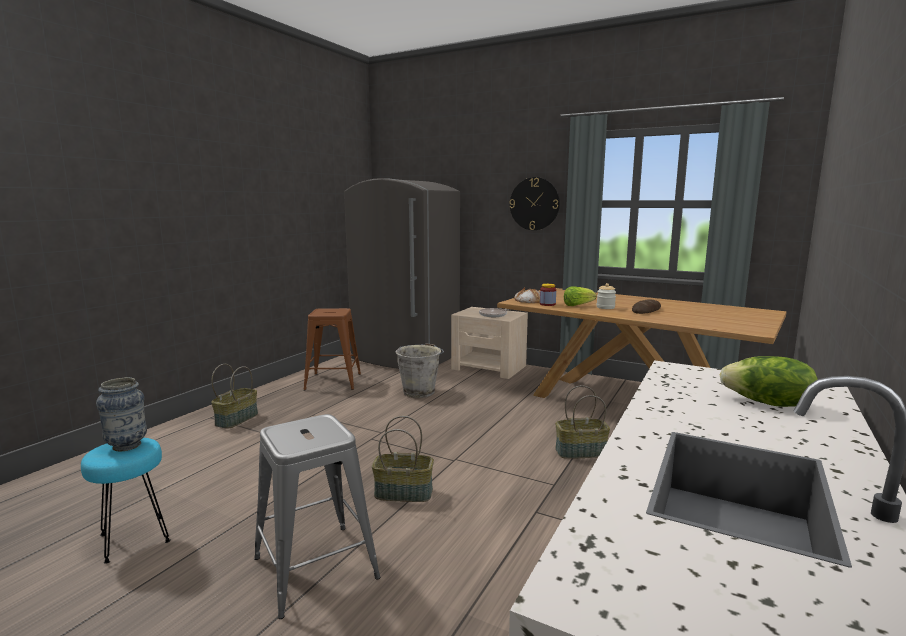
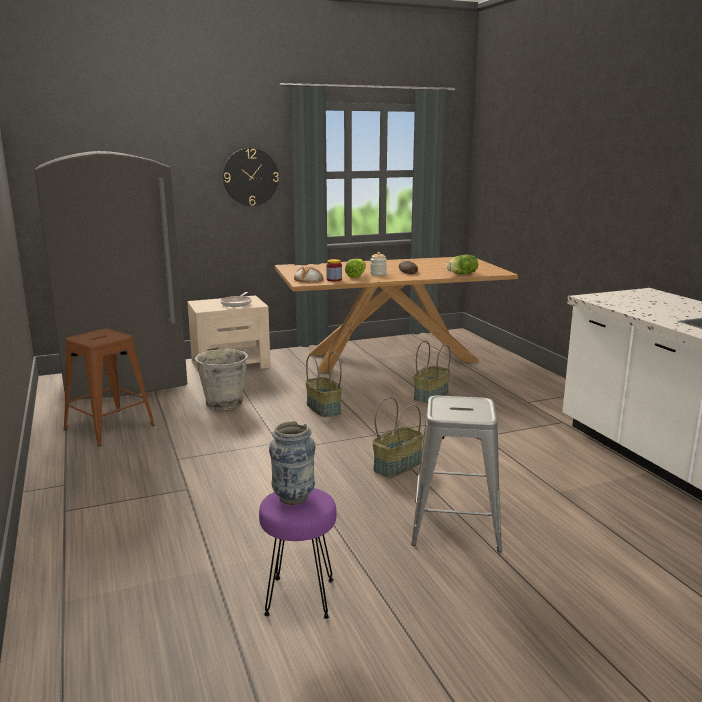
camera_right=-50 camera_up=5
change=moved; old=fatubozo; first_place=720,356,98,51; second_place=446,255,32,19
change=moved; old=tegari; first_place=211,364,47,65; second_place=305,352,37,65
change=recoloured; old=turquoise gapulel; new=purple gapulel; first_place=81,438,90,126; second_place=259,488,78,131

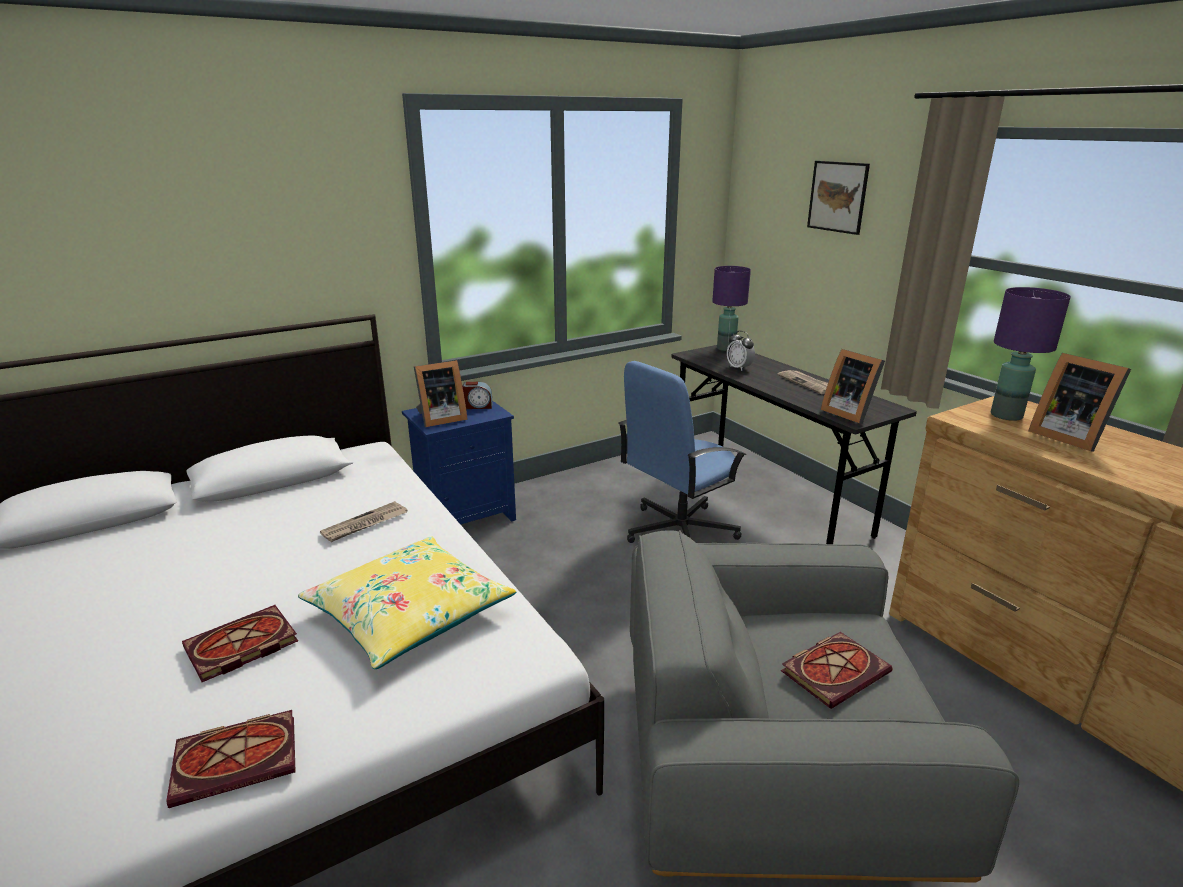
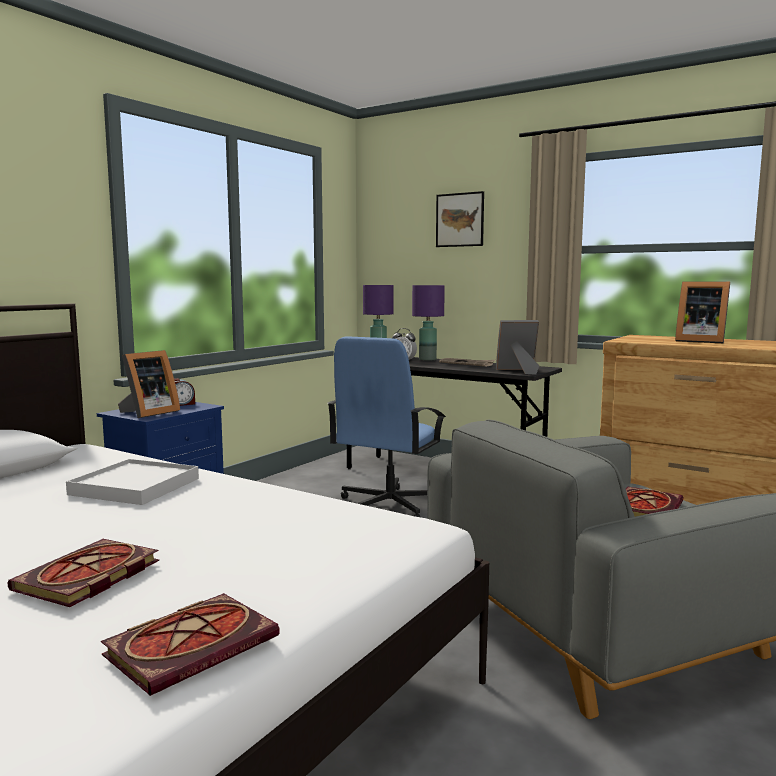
camera_right=-25 camera_up=-15
change=moved; old=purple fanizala; first_place=991,287,80,134; second_place=412,285,33,76
change=turned; old=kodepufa; first_place=821,349,64,75; second_place=496,320,43,55; degrees=150
change=replaced; old=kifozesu; new=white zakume; first_place=320,501,88,41; second_place=66,459,133,46
change=removed; old=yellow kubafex; first_place=298,536,218,133

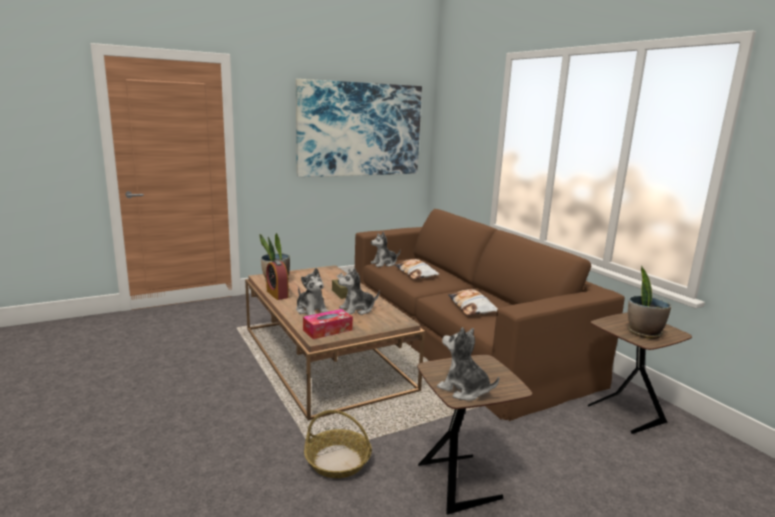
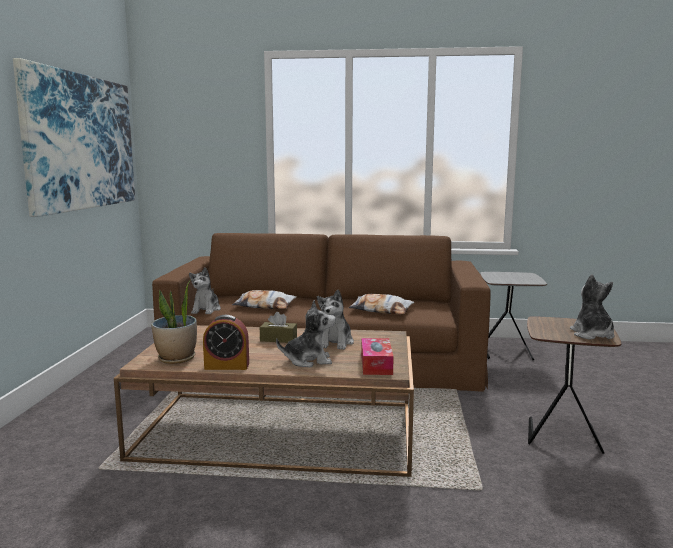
camera_right=-55 camera_up=-5
change=removed; old=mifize; first_place=628,265,43,74
change=recoloured; old=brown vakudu; new=grey vakudu; first_place=588,312,104,122; second_place=480,272,67,88
change=turned; old=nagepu; first_place=437,327,62,74; second_place=570,274,45,66; degrees=105
change=removed; old=tegari; first_place=304,410,68,68

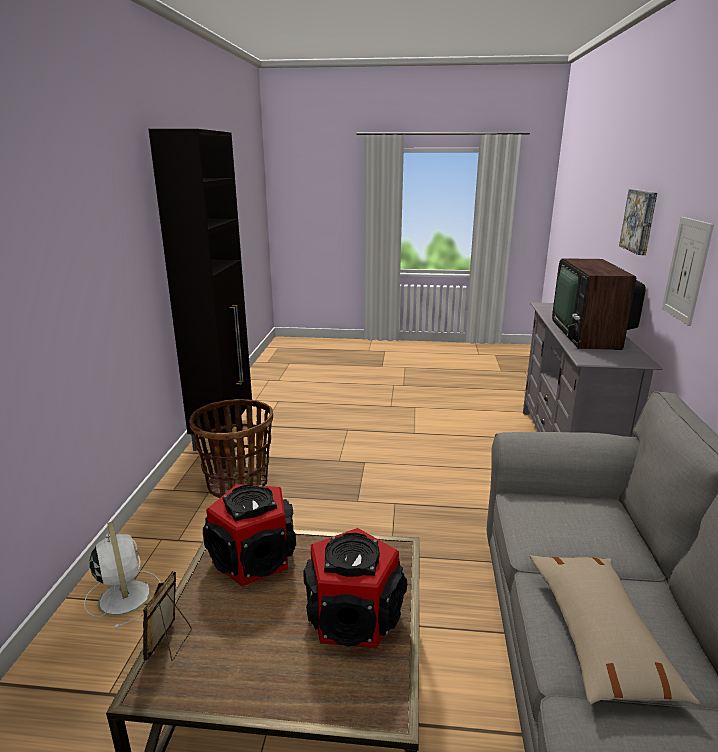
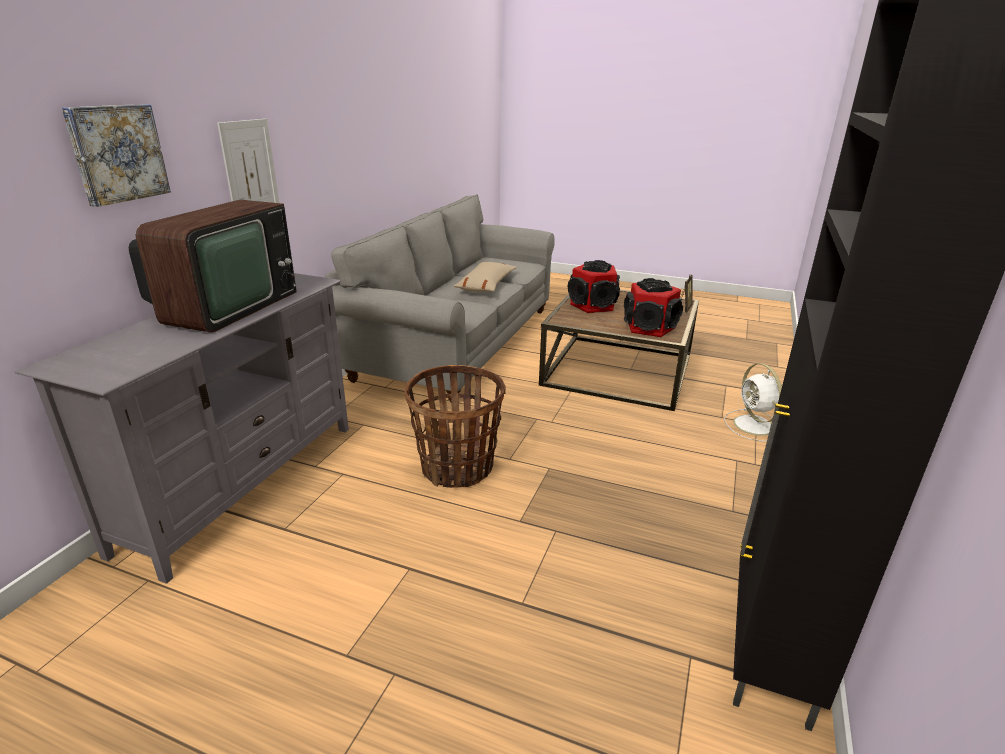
camera_right=-165 camera_up=5
change=moved; old=tegari; first_place=189,399,84,99; second_place=404,365,102,123

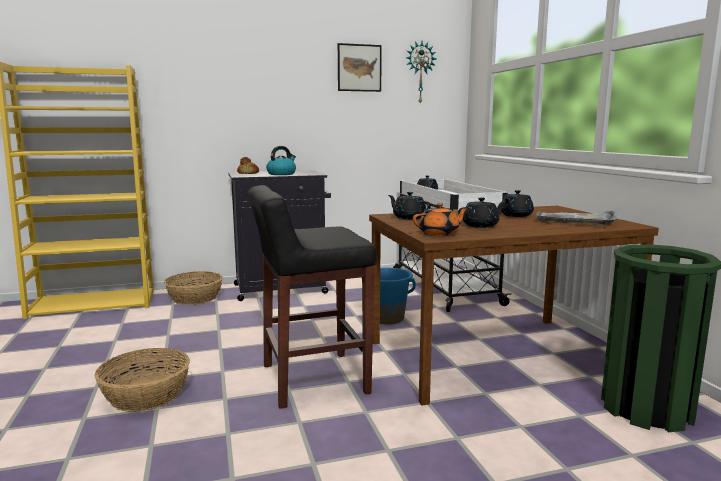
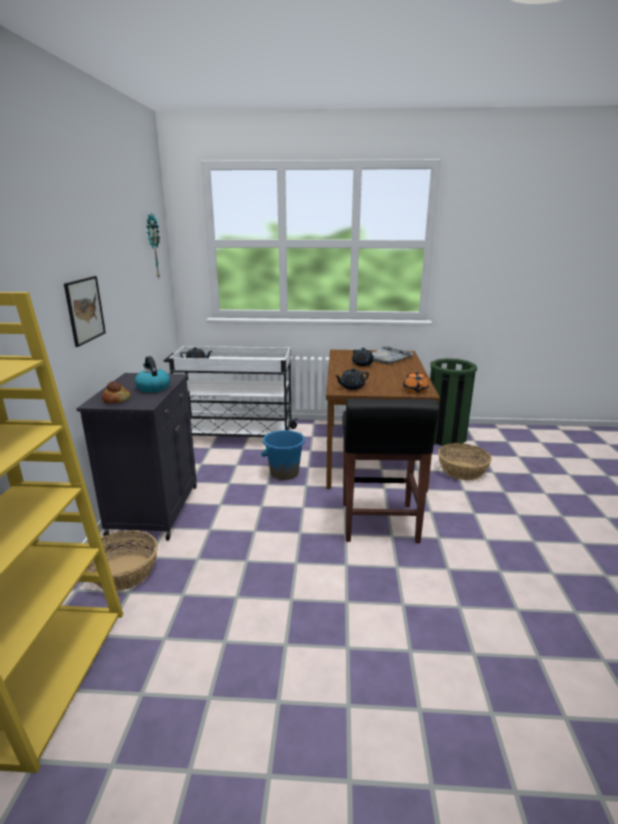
camera_right=-70 camera_up=10
change=moved; old=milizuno; first_place=338,43,44,49; second_place=64,276,42,71
change=removed; old=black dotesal; first_place=458,197,47,31
change=moved; old=tegari; first_place=94,348,96,64; second_place=438,443,54,37

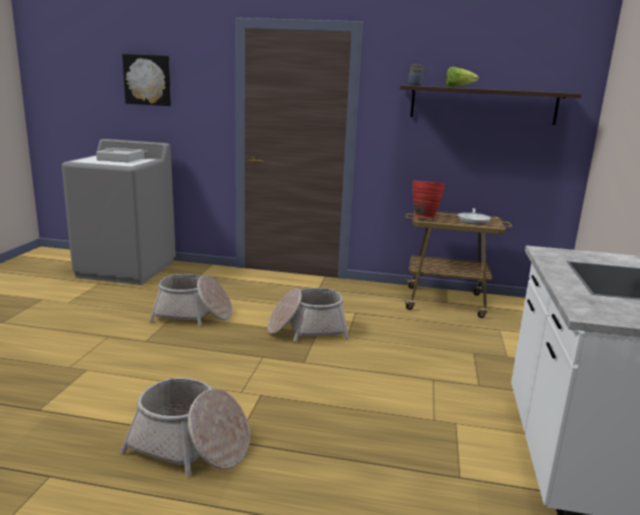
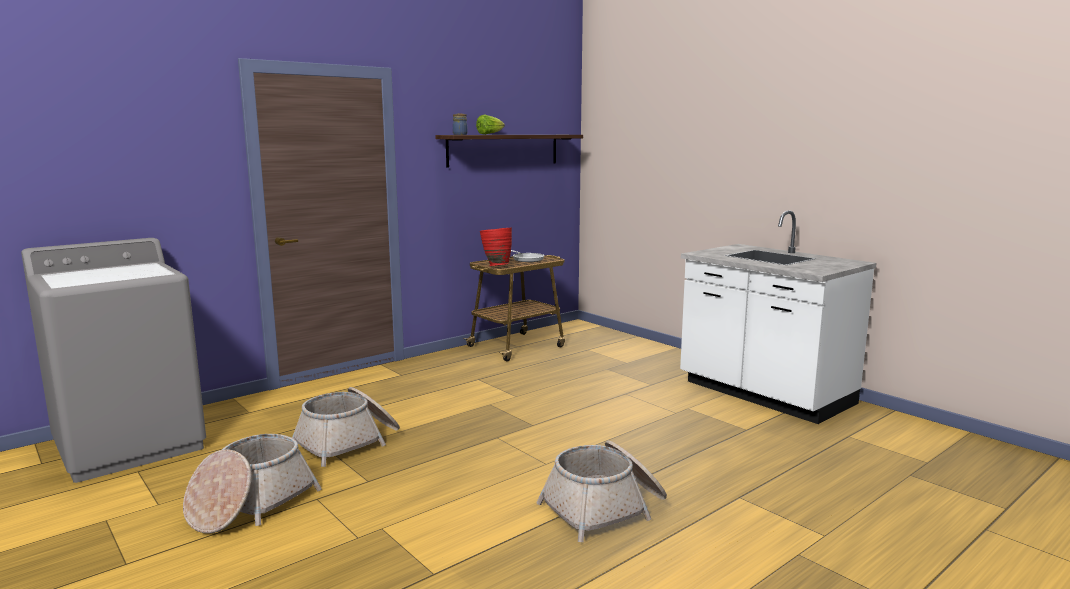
camera_right=-50 camera_up=-5
change=removed; old=milizuno; first_place=122,54,49,52
change=removed; old=grey zakume; first_place=96,148,48,14
change=moved; old=tegari; first_place=268,288,81,54; second_place=183,434,139,99

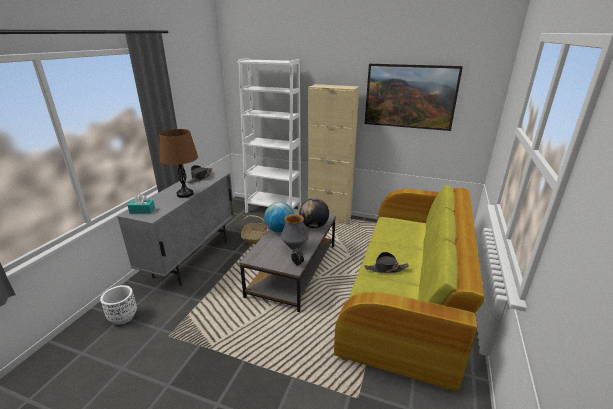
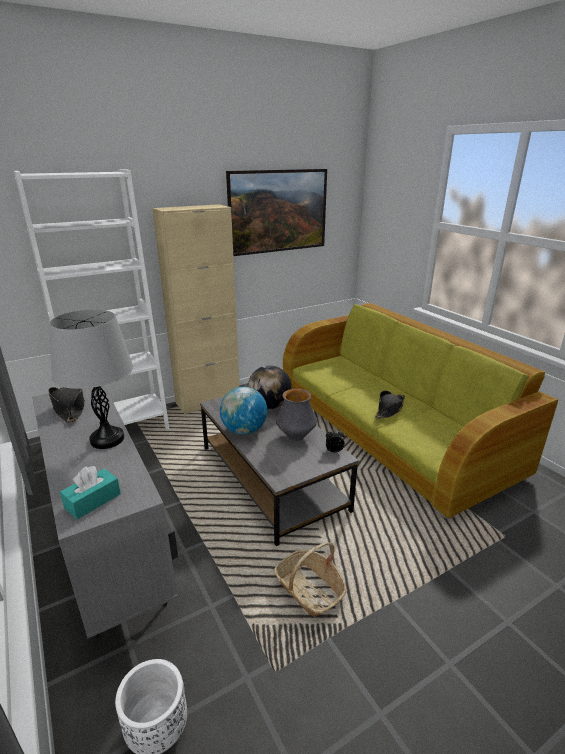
camera_right=-50 camera_up=0
change=recoloured; old=brown fanizala; new=grey fanizala; first_place=159,129,39,69; second_place=49,309,84,140
change=moved; old=tegari; first_place=241,215,27,29; second_place=274,542,72,75

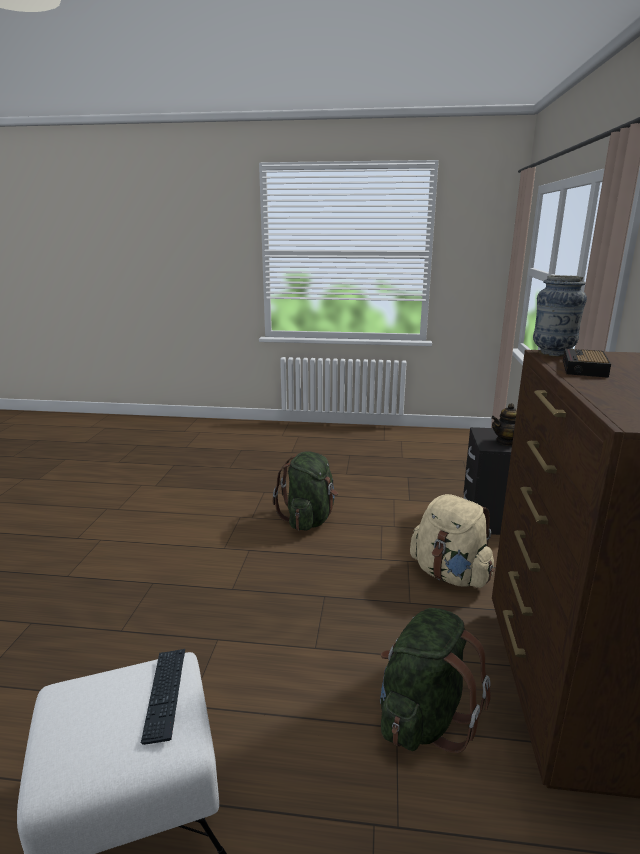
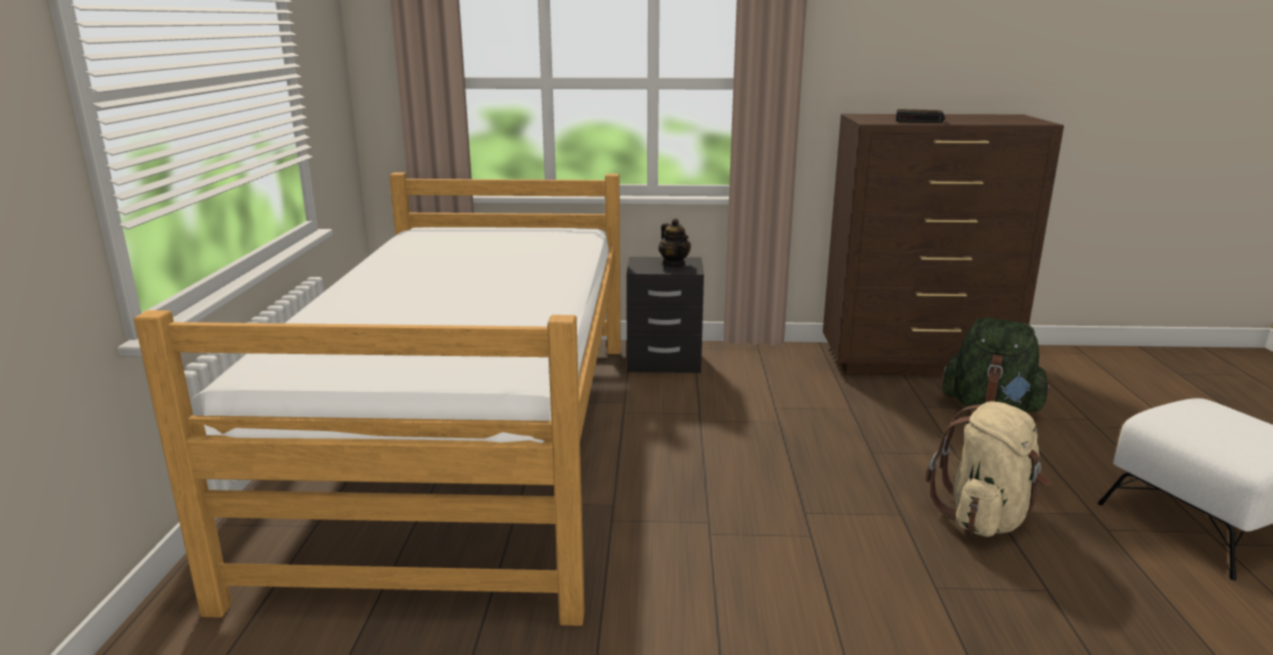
camera_right=-95 camera_up=0
change=removed; old=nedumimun; first_place=533,275,54,82
change=removed; old=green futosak; first_place=272,452,66,79
change=moved; old=beige futosak; first_place=410,494,84,94; second_place=926,401,124,136
change=removed; old=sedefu; first_place=141,649,44,96
change=added; new=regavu; second_place=134,172,487,454

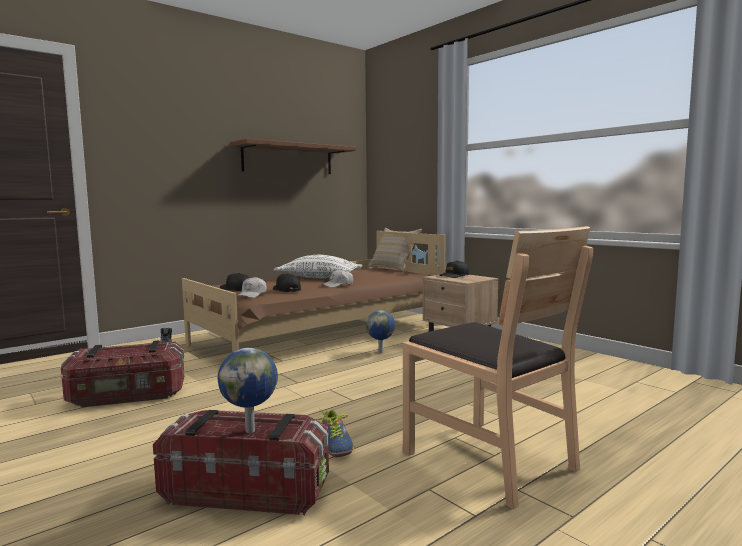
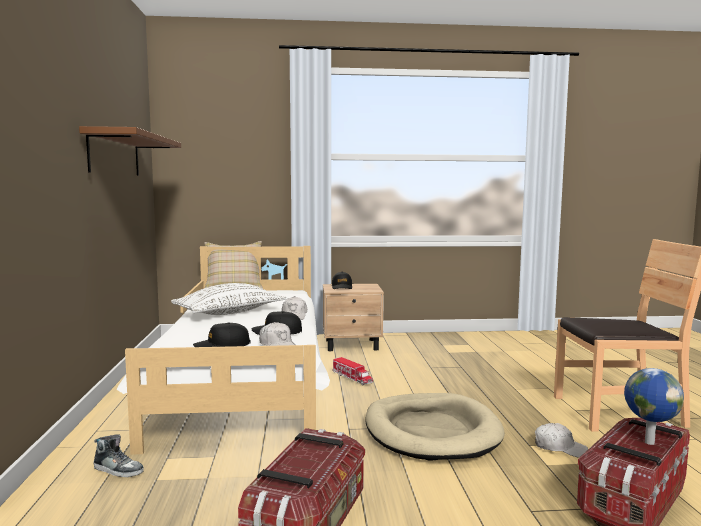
camera_right=-55 camera_up=0
change=recoloured; old=brown regavu; new=white regavu; first_place=182,231,264,121; second_place=116,246,214,209
change=replaced; old=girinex; new=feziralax; first_place=366,310,29,43; second_place=332,357,41,28
change=replaced; old=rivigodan; new=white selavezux; first_place=315,409,38,48; second_place=535,423,53,35
change=added; new=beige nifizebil; second_place=365,393,140,68

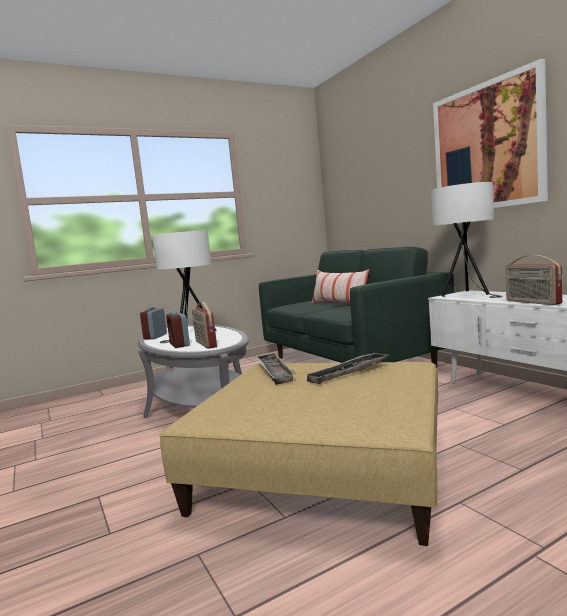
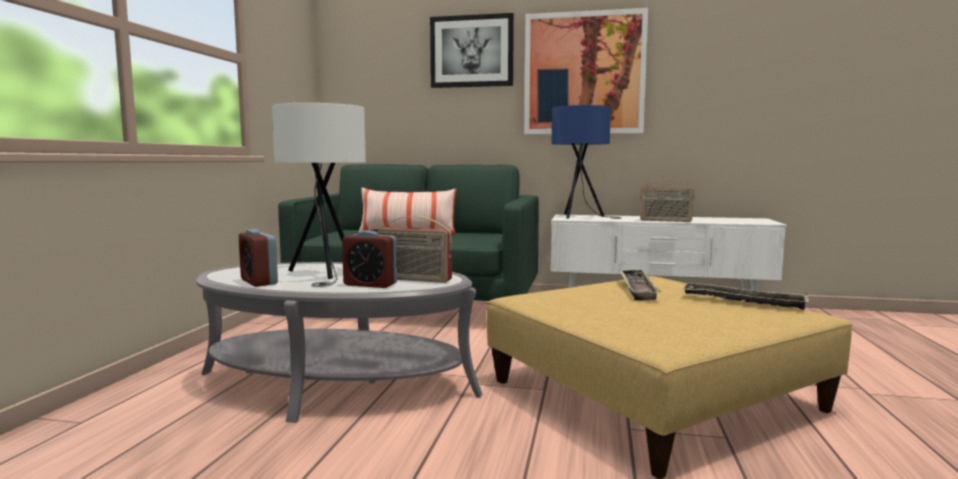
camera_right=-50 camera_up=0
change=recoloured; old=white fanizala; new=blue fanizala; first_place=431,182,71,116; second_place=552,105,70,114
change=moved; old=zakume; first_place=255,352,41,33; second_place=683,282,126,28
change=added; new=milizuno; second_place=430,13,84,75

